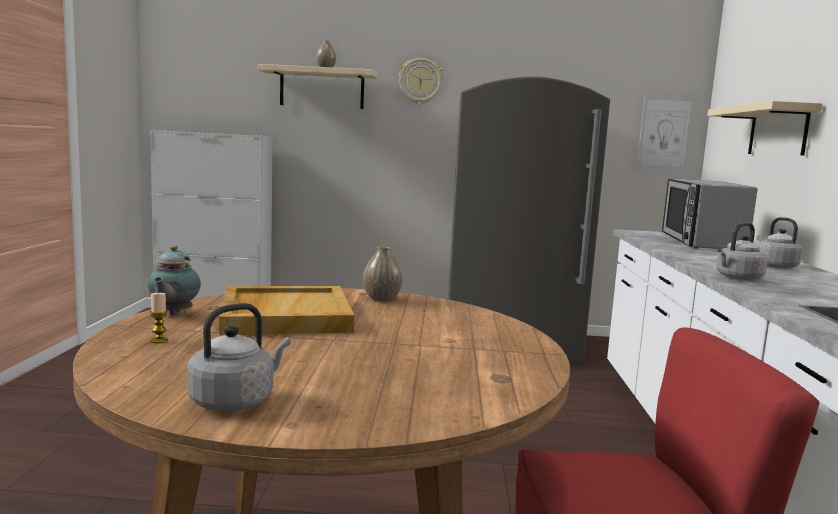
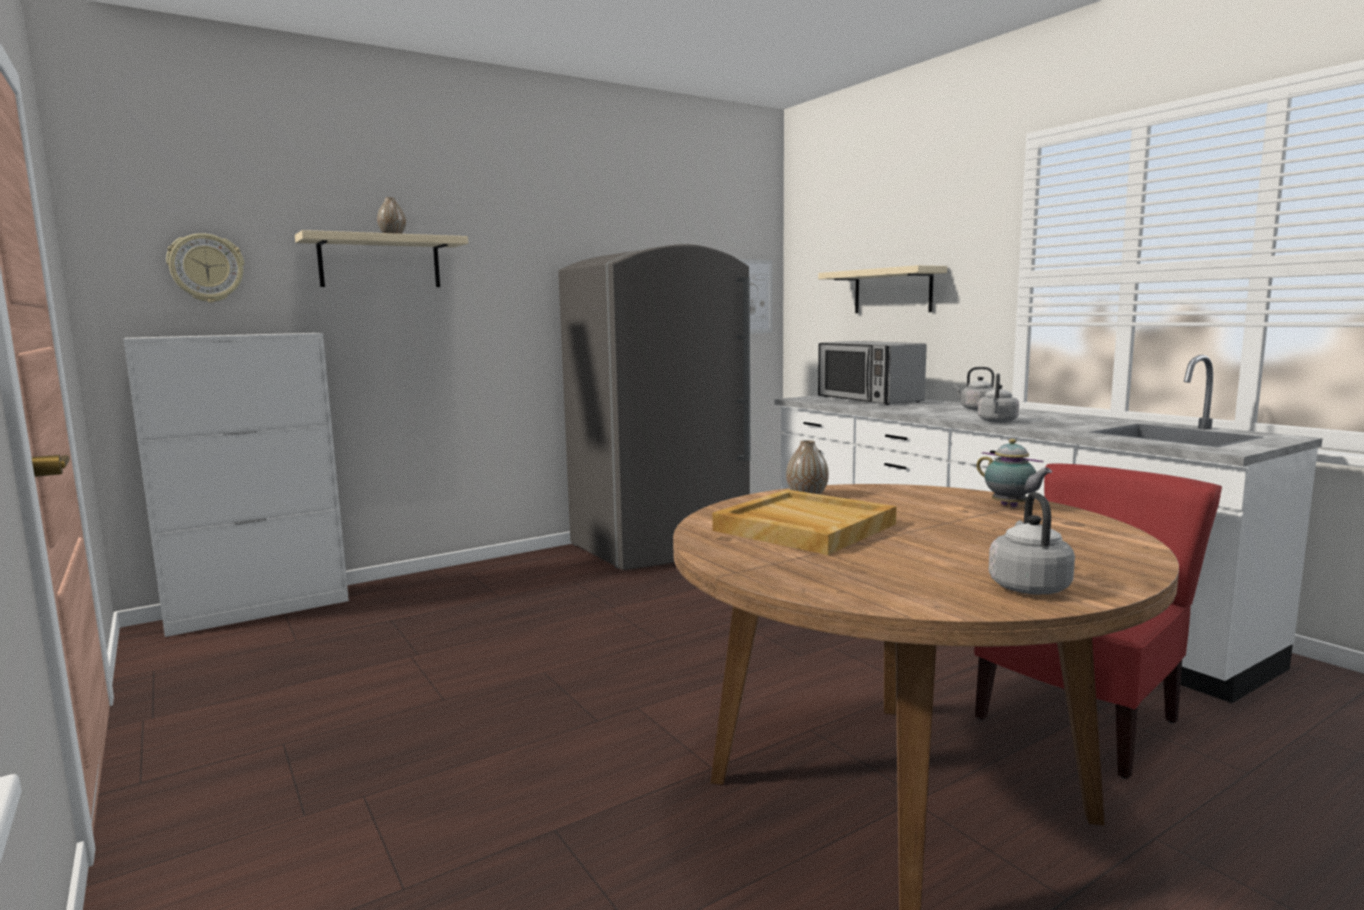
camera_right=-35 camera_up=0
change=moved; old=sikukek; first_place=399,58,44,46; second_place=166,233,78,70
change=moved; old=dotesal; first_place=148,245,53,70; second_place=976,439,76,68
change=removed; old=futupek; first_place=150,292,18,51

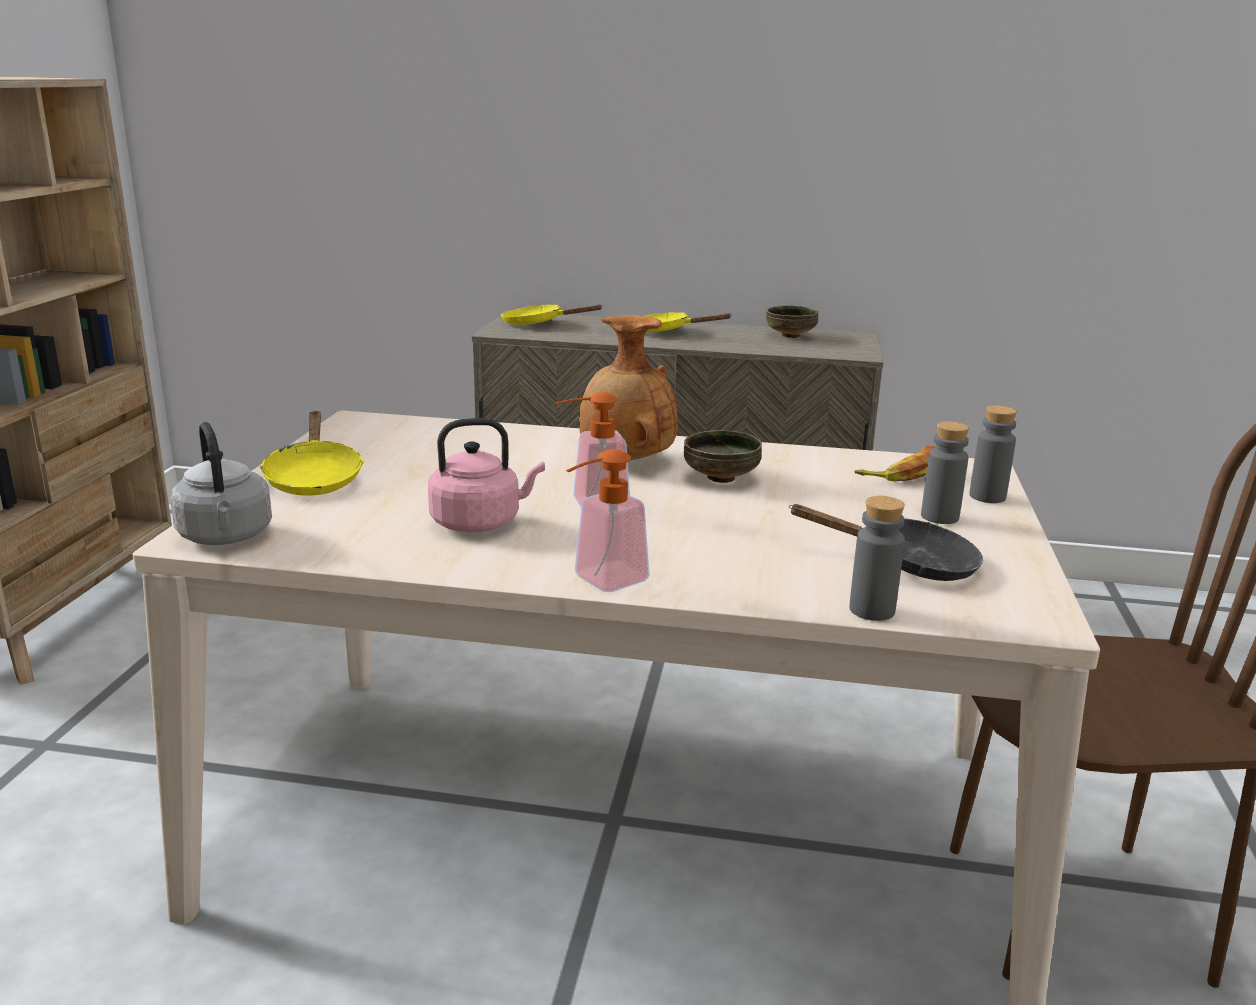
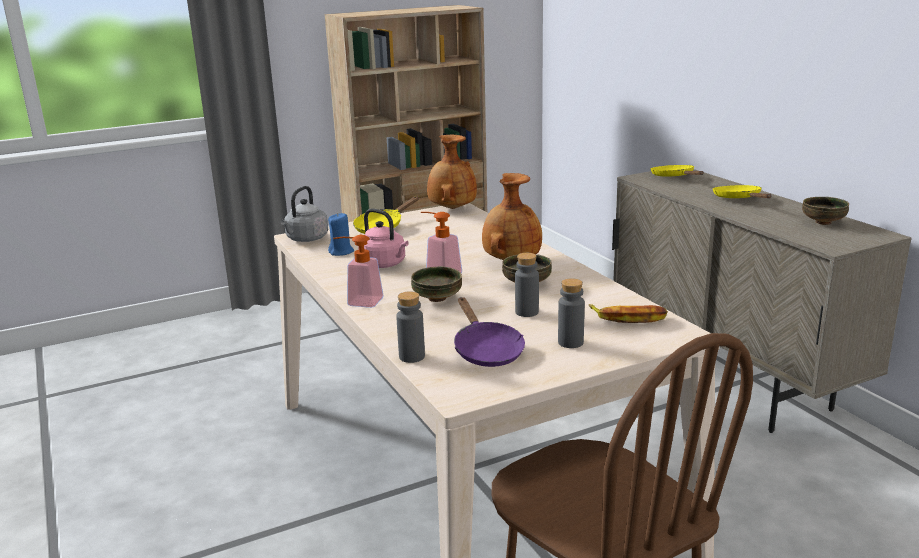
camera_right=55 camera_up=0
change=moved; old=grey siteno; first_place=970,406,47,97; second_place=515,253,24,64
change=recoloured; old=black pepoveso; new=purple pepoveso; first_place=788,504,195,77; second_place=454,297,71,70
change=added; new=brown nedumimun; second_place=427,135,50,74
change=added; new=blue futupek; second_place=328,213,26,43
change=added; new=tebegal; second_place=411,266,51,36

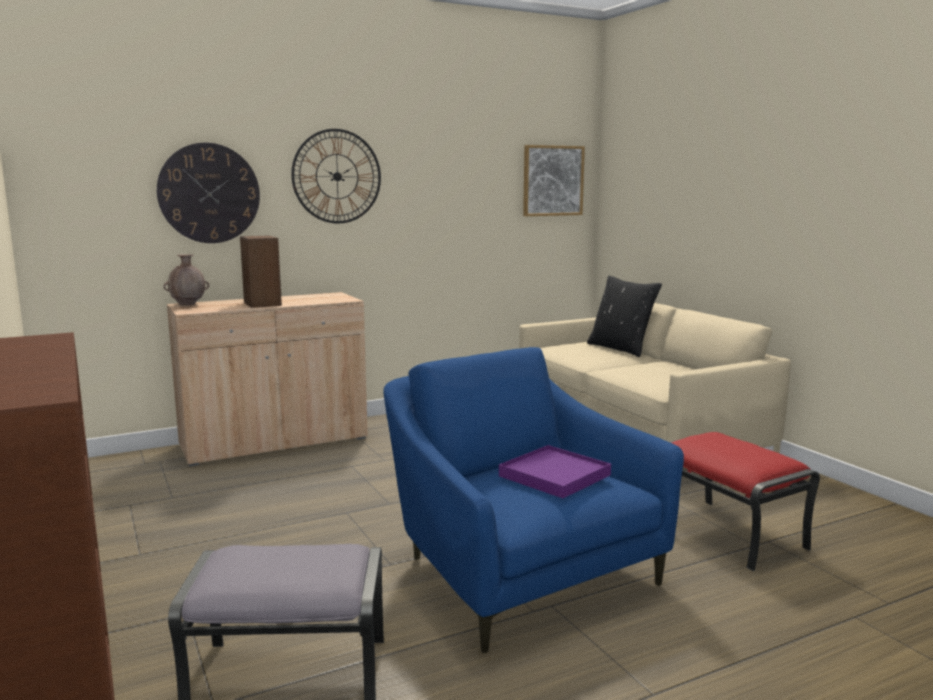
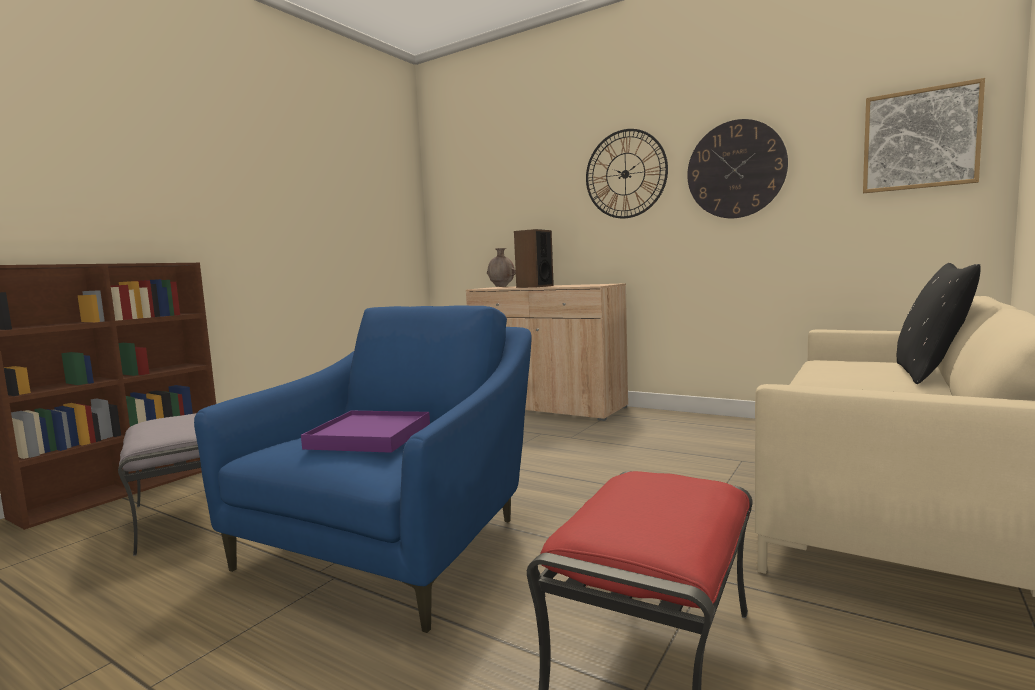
camera_right=60 camera_up=-5
change=moved; old=sikukek; first_place=157,143,103,100; second_place=687,119,101,99

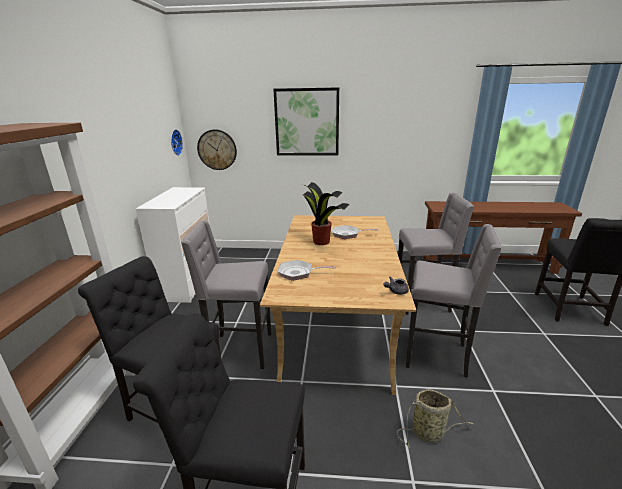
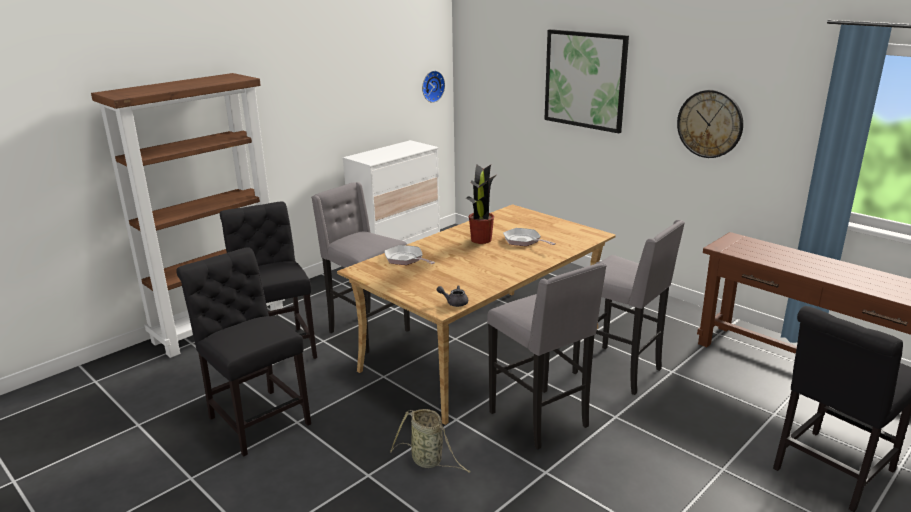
camera_right=40 camera_up=0
change=moved; old=sikukek; first_place=197,129,40,41; second_place=677,90,66,68

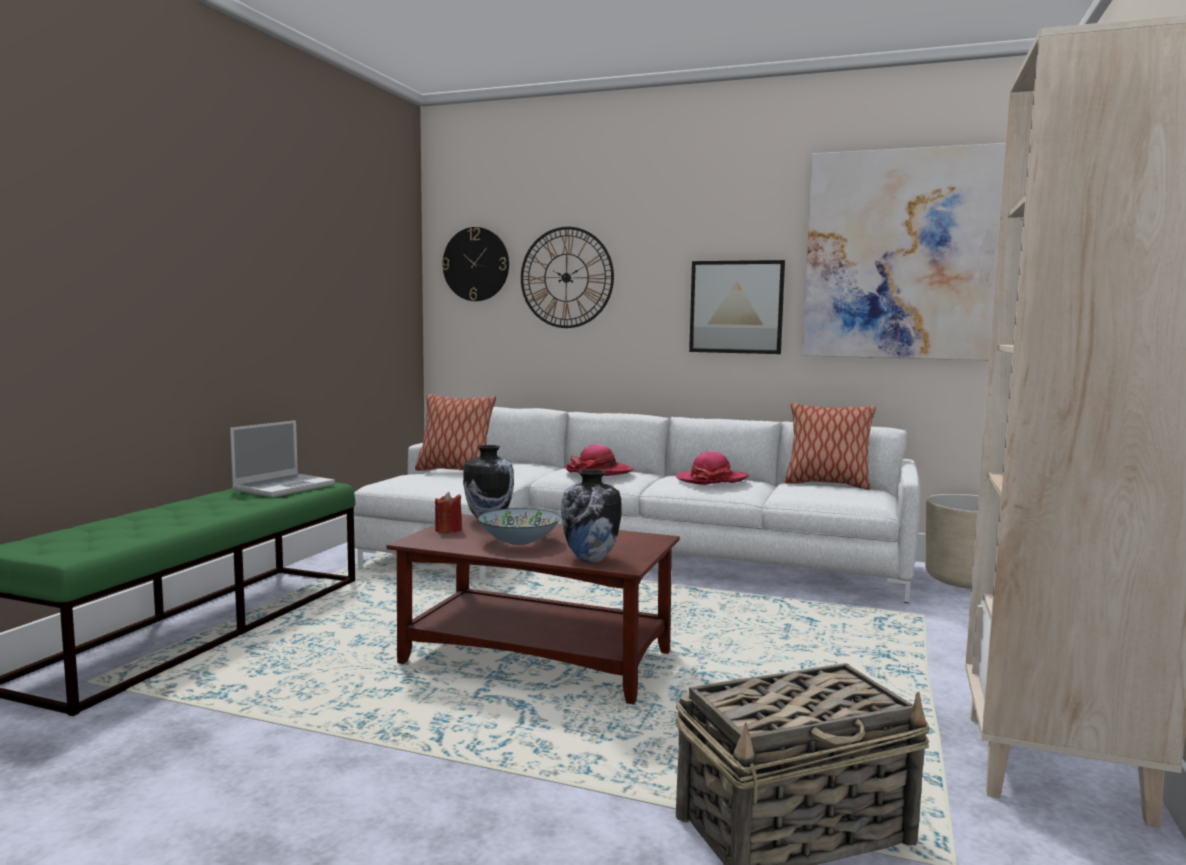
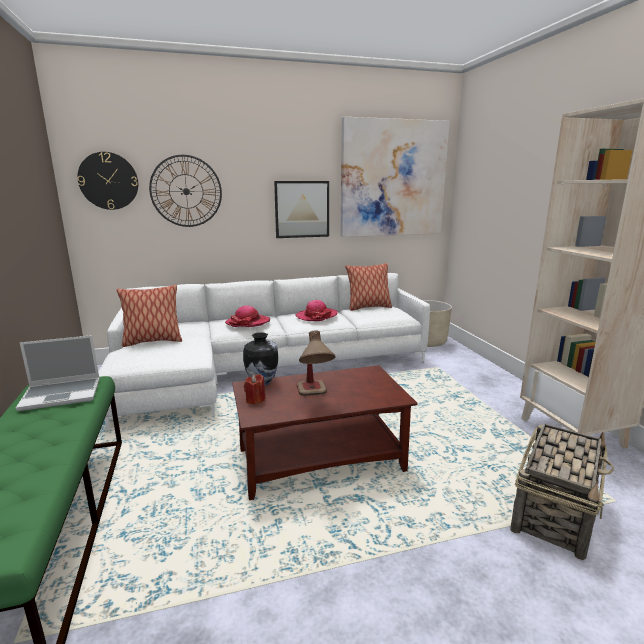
camera_right=-35 camera_up=10
change=turned; old=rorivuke; first_place=230,420,105,77; second_place=16,335,84,76; degrees=75
change=removed; old=nedumimun; first_place=561,469,61,93
change=replaced; old=tebegal; new=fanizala; first_place=478,508,83,37; second_place=297,331,38,65

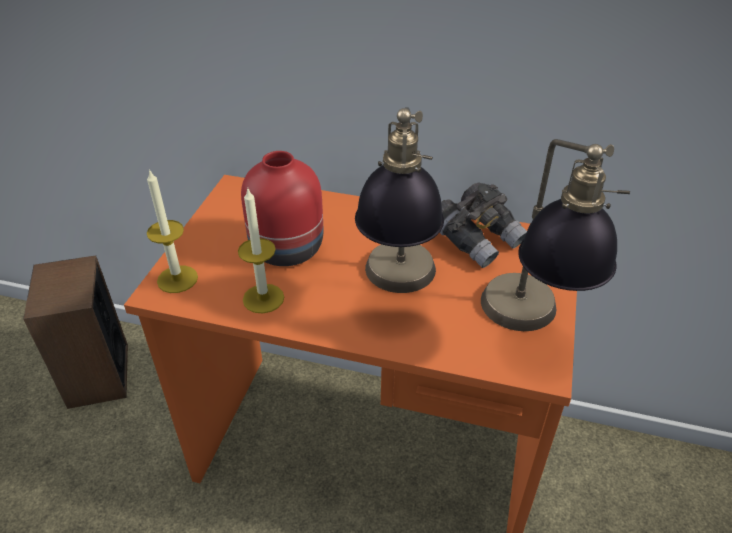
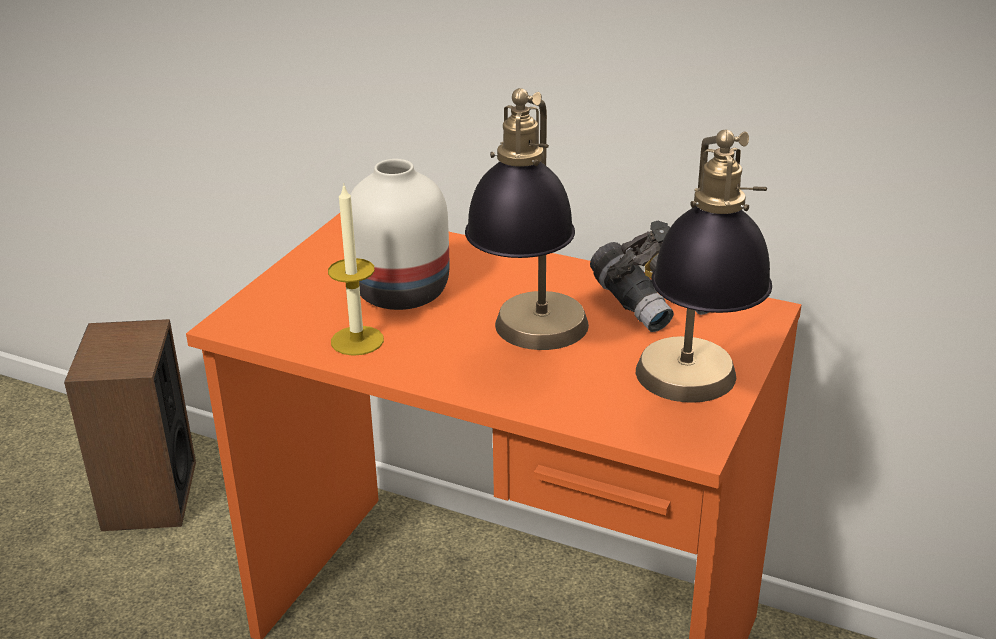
camera_right=10 camera_up=-10
change=recoloured; old=red nedumimun; new=white nedumimun; first_place=241,151,82,115; second_place=350,159,99,151
change=removed; old=futupek; first_place=147,169,51,124

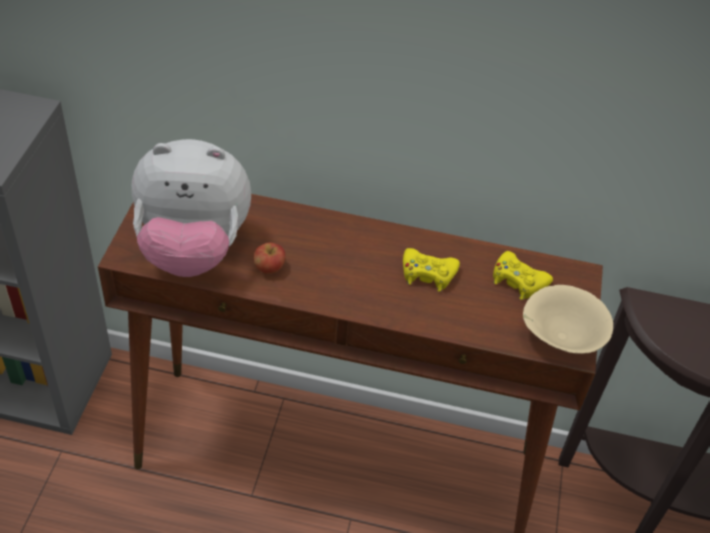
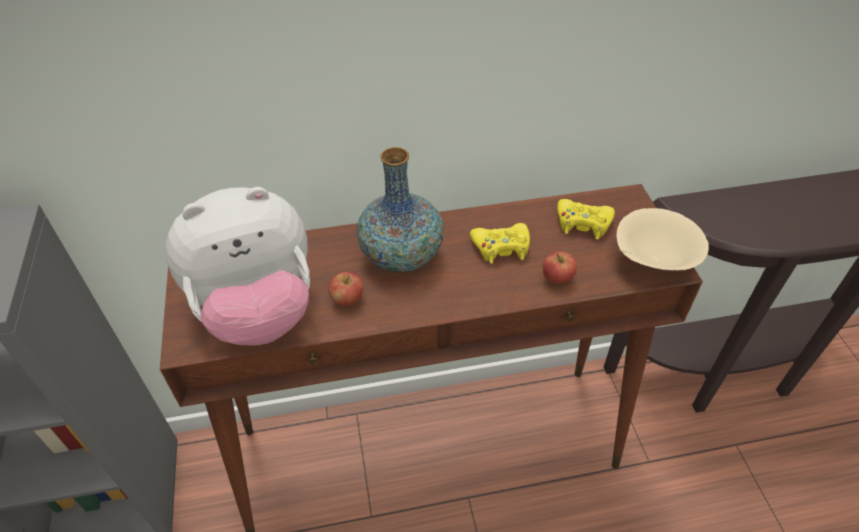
camera_right=-20 camera_up=0
change=added; new=nedumimun; second_place=356,147,88,125
change=added; new=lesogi; second_place=543,251,34,33

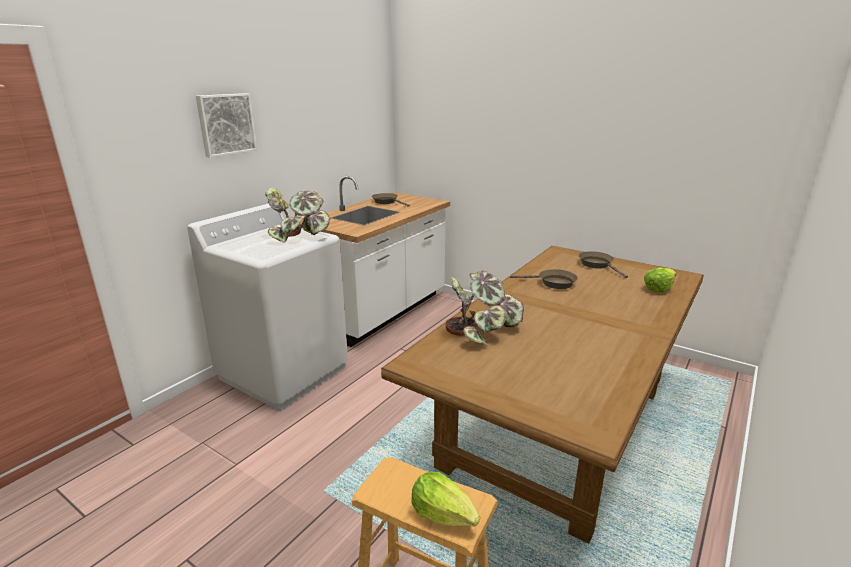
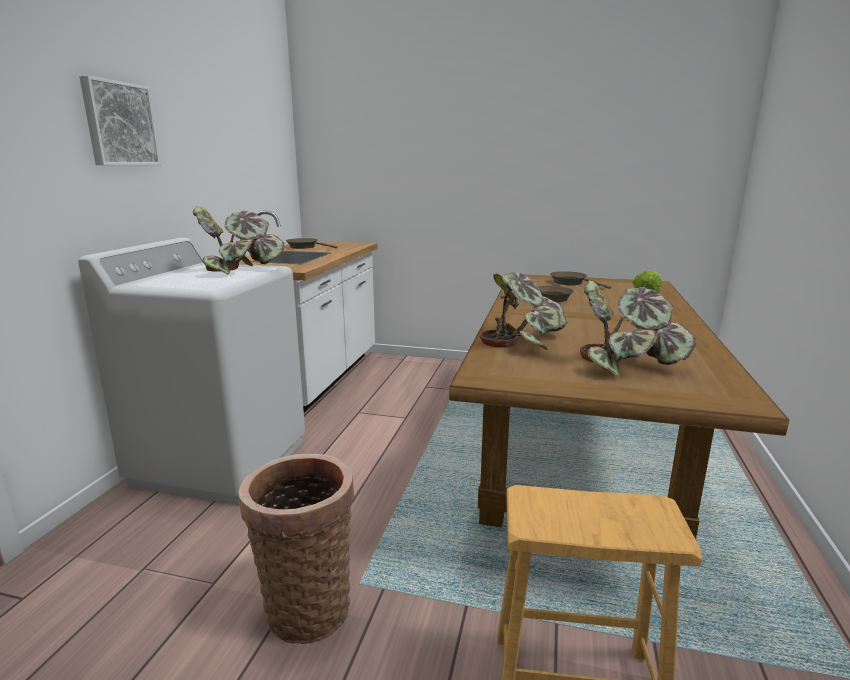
camera_right=-20 camera_up=-5
change=removed; old=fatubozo; first_place=411,472,69,55
change=added; new=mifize; second_place=580,281,116,95
change=added; new=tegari; second_place=239,454,116,190

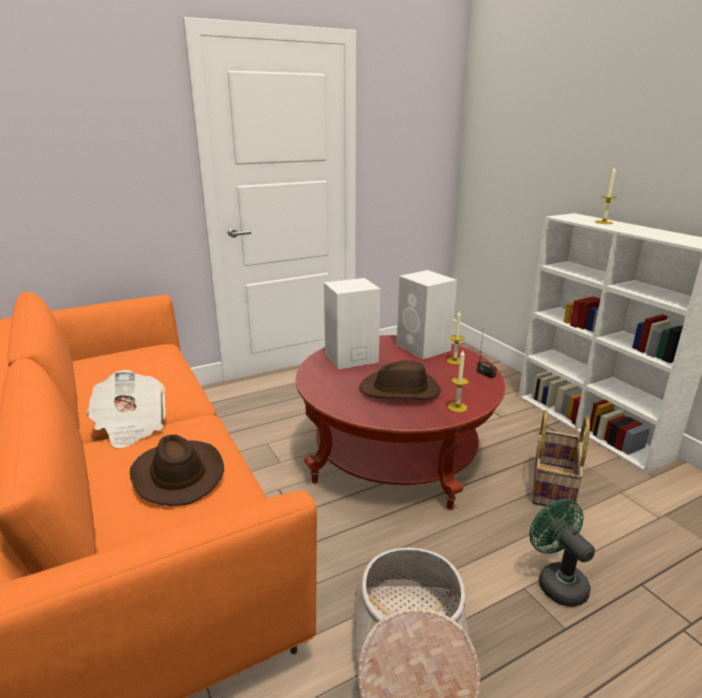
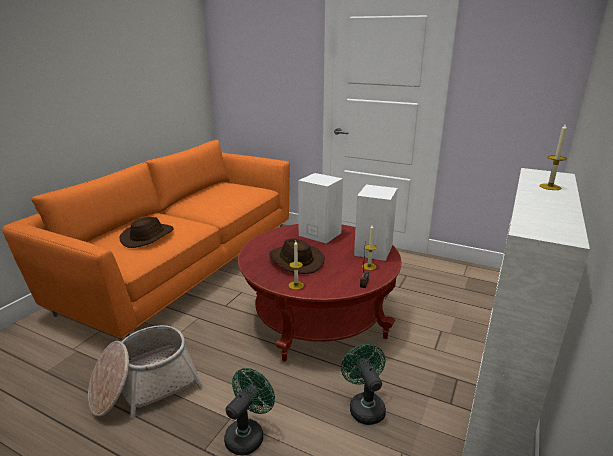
camera_right=55 camera_up=0
change=removed; old=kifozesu; first_place=87,370,79,78
change=replaced; old=tegari; new=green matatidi; first_place=532,410,58,101; second_place=341,344,45,81

